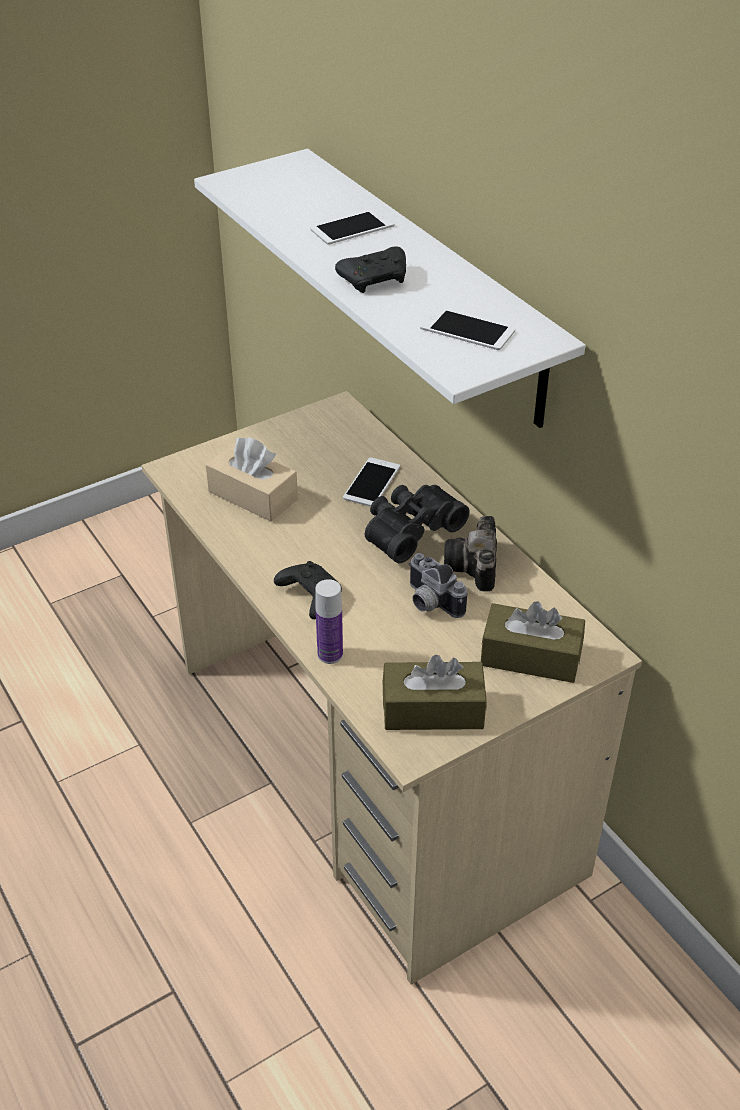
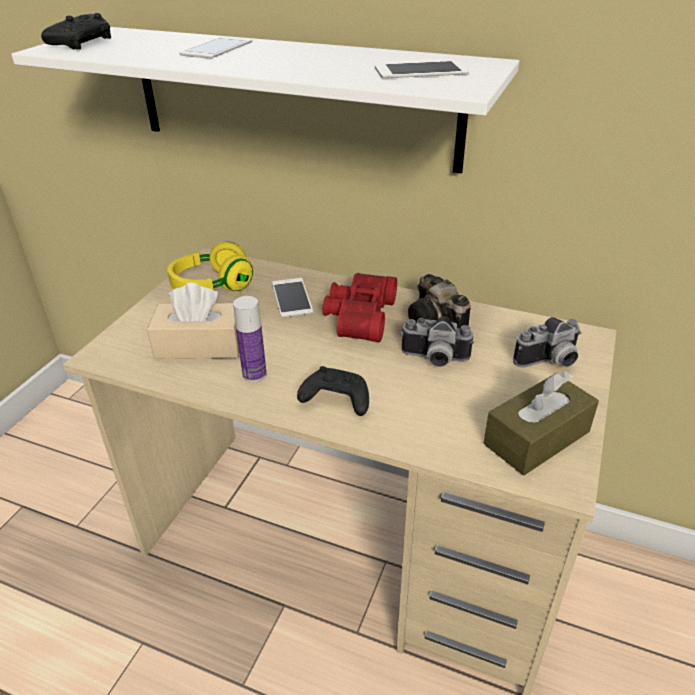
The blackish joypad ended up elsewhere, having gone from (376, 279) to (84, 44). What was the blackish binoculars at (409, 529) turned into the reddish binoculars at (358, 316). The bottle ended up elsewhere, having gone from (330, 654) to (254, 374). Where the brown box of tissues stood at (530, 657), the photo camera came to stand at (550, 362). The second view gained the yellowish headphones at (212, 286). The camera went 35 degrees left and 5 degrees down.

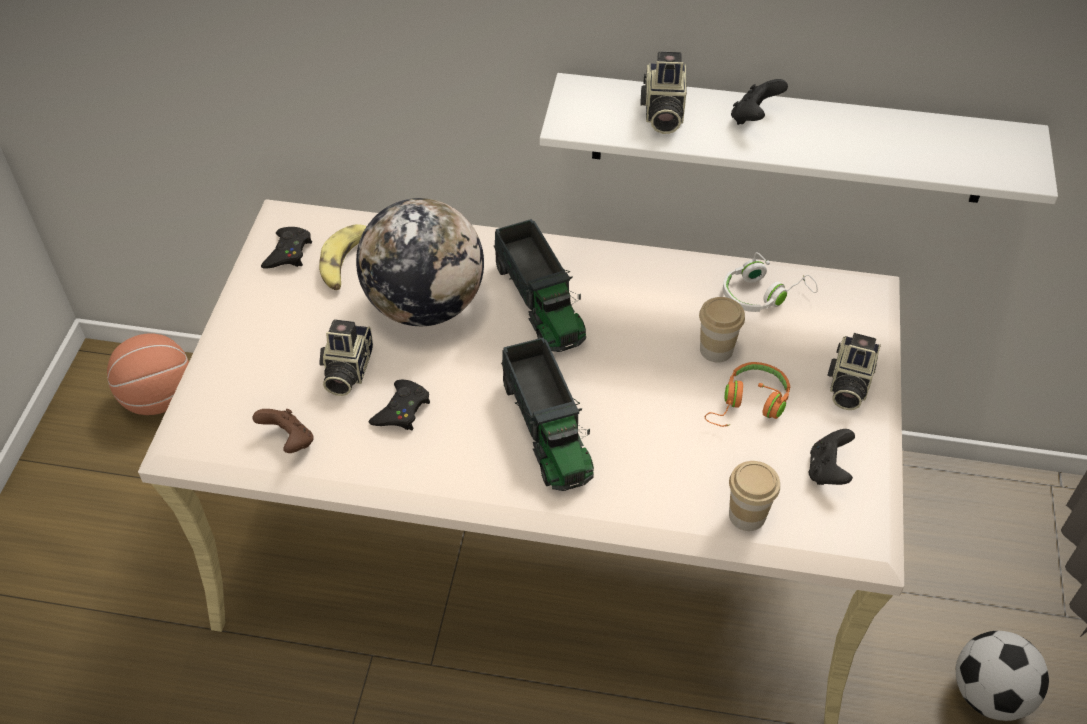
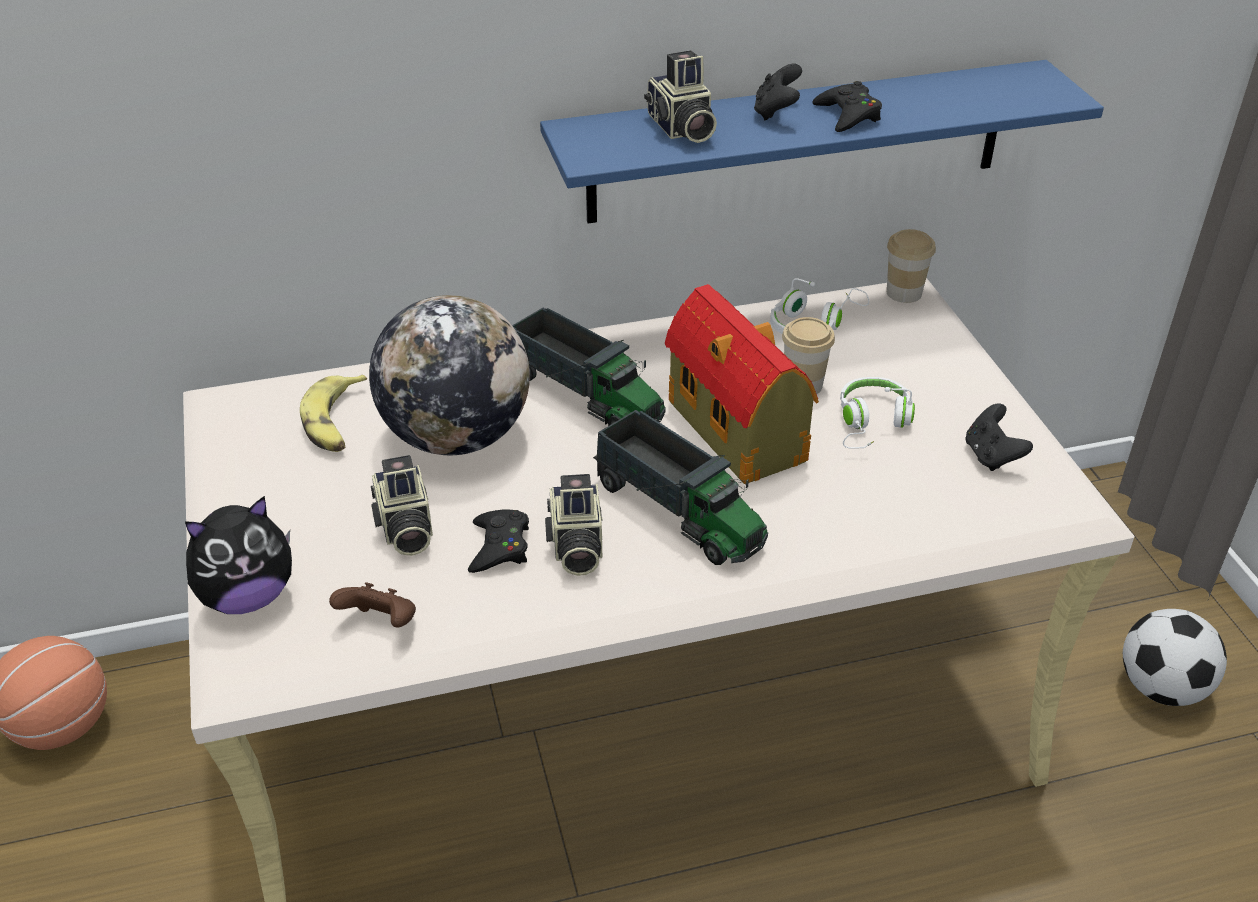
What was the white-coloured shelf at (789, 139) turned into the bluish shelf at (798, 142). The blackish joypad ended up elsewhere, having gone from (288, 252) to (848, 115). The photo camera ended up elsewhere, having gone from (847, 384) to (575, 546). What was the orange headphones at (749, 405) turned into the white-coloured headphones at (872, 423). The cup ended up elsewhere, having gone from (747, 515) to (904, 293). The second view gained the miniature house at (737, 433). The second view gained the plush toy at (247, 596). The camera went 25 degrees left and 10 degrees down.

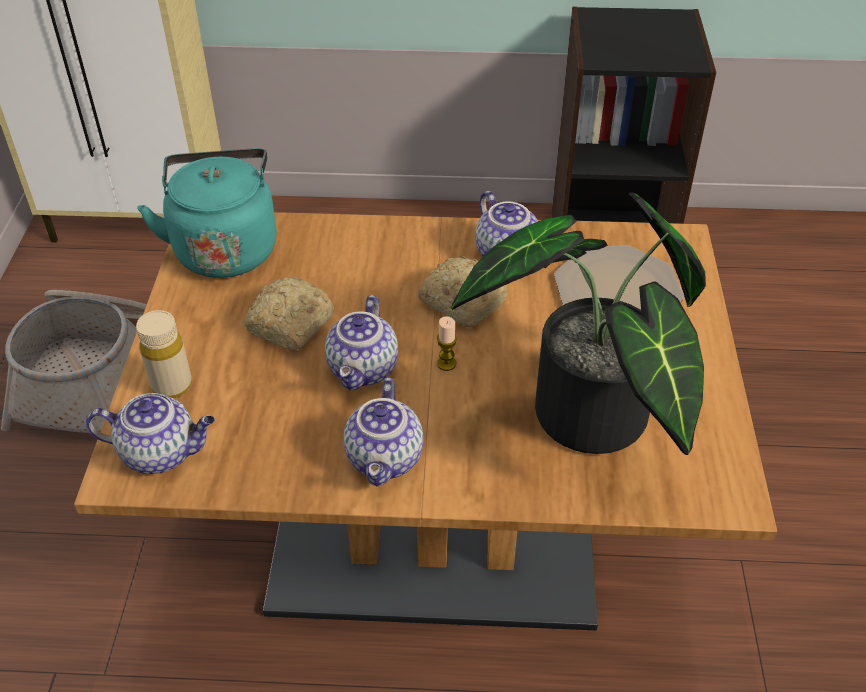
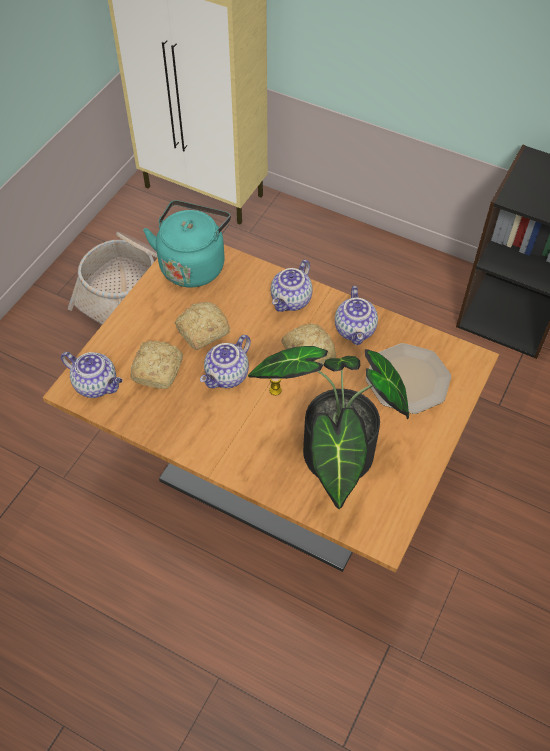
The second view lost the beige-coloured bottle at (172, 385). The teapot ended up elsewhere, having gone from (386, 459) to (291, 301). The second view gained the bakery bread at (158, 369). The camera went 25 degrees right and 10 degrees up.

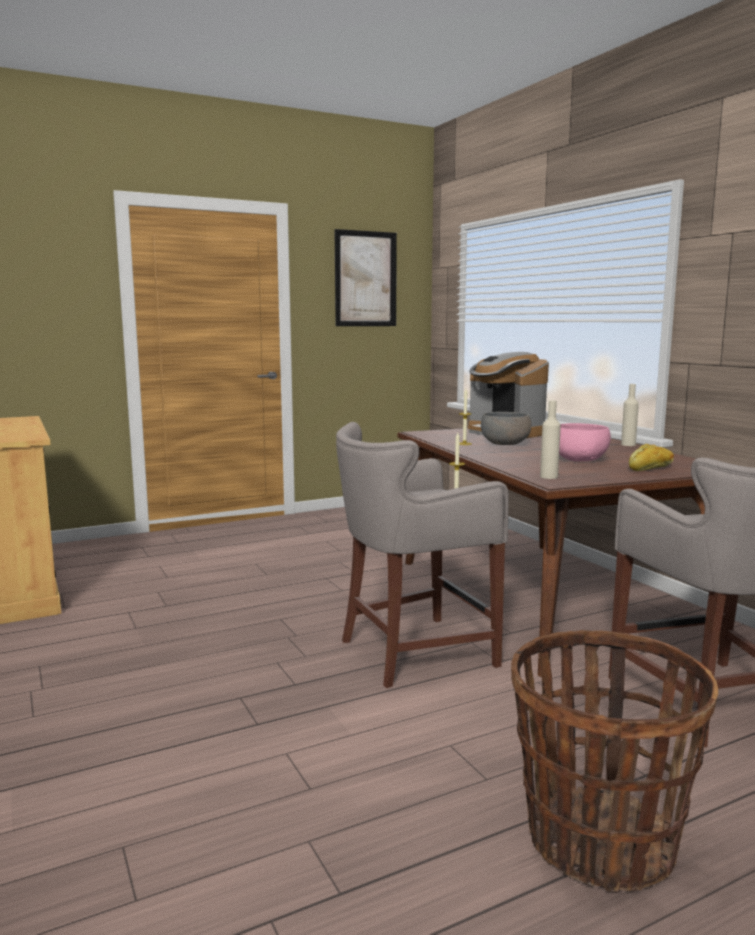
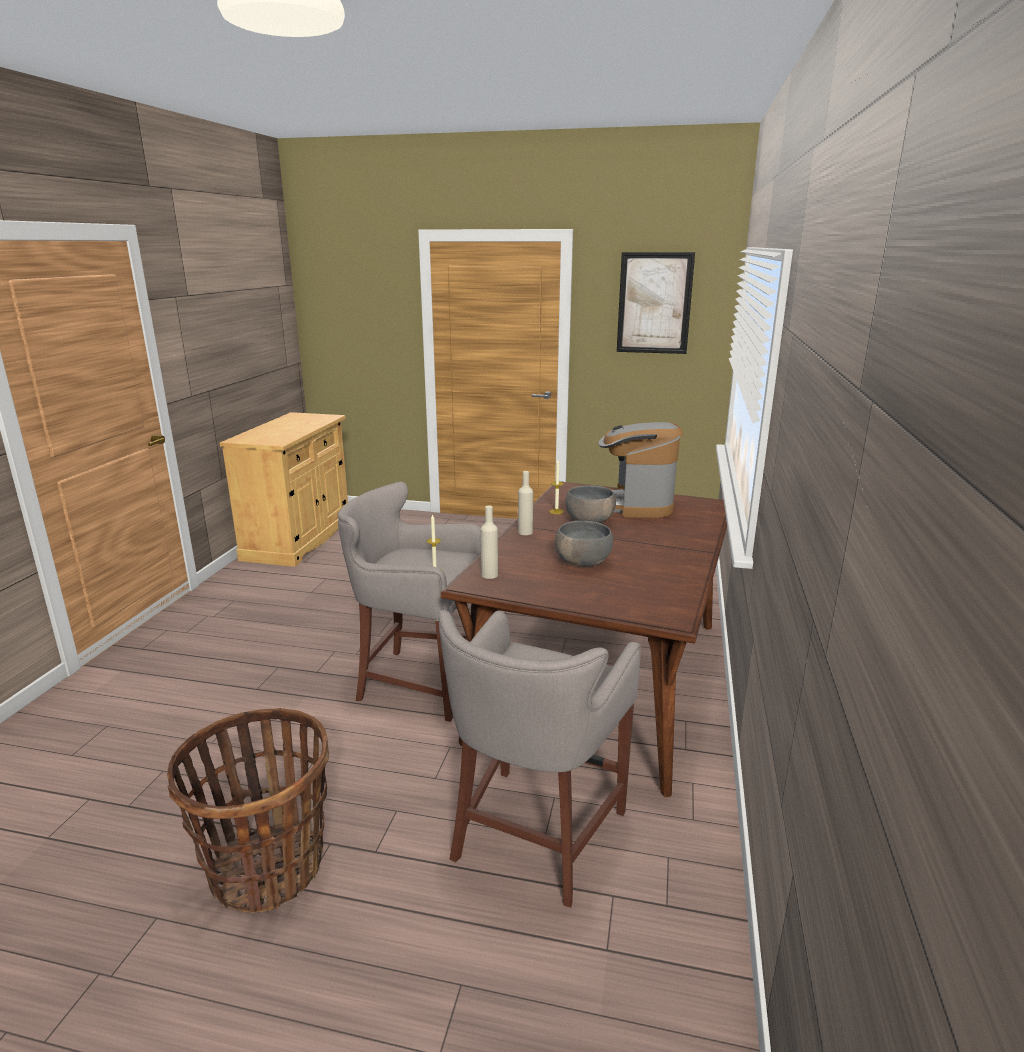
The beige-coloured bottle ended up elsewhere, having gone from (628, 445) to (525, 532). What was the pink-coloured bowl at (579, 460) turned into the greyish bowl at (582, 562). The second view lost the bakery bread at (651, 468). The camera went 40 degrees right and 10 degrees up.

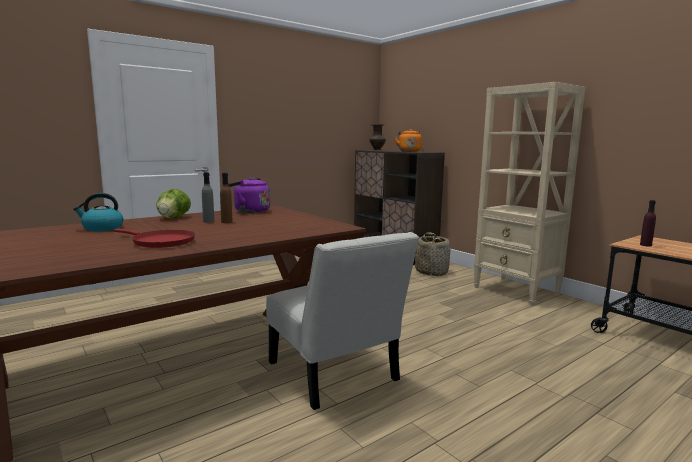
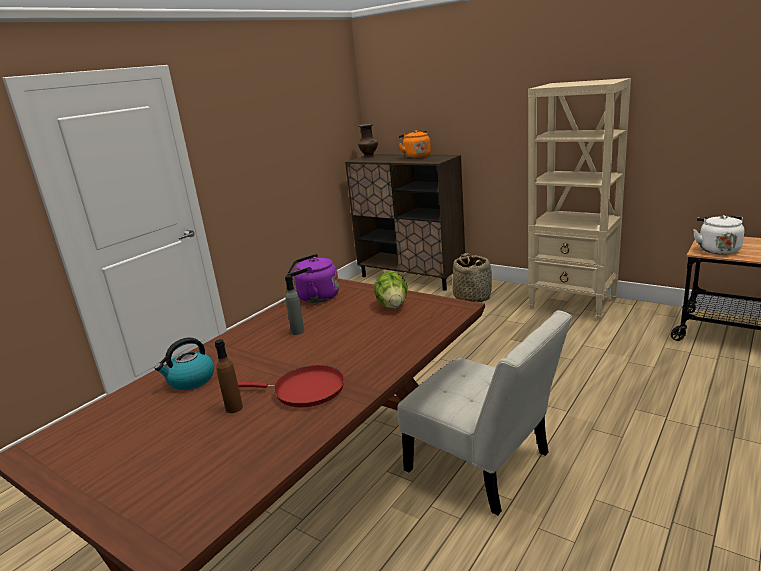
The brown bottle ended up elsewhere, having gone from (226, 222) to (234, 408). The lettuce ended up elsewhere, having gone from (173, 218) to (393, 306). Where the purple-coloured bottle stood at (645, 245), the white-coloured kettle came to stand at (717, 249). The camera went 15 degrees left and 10 degrees up.

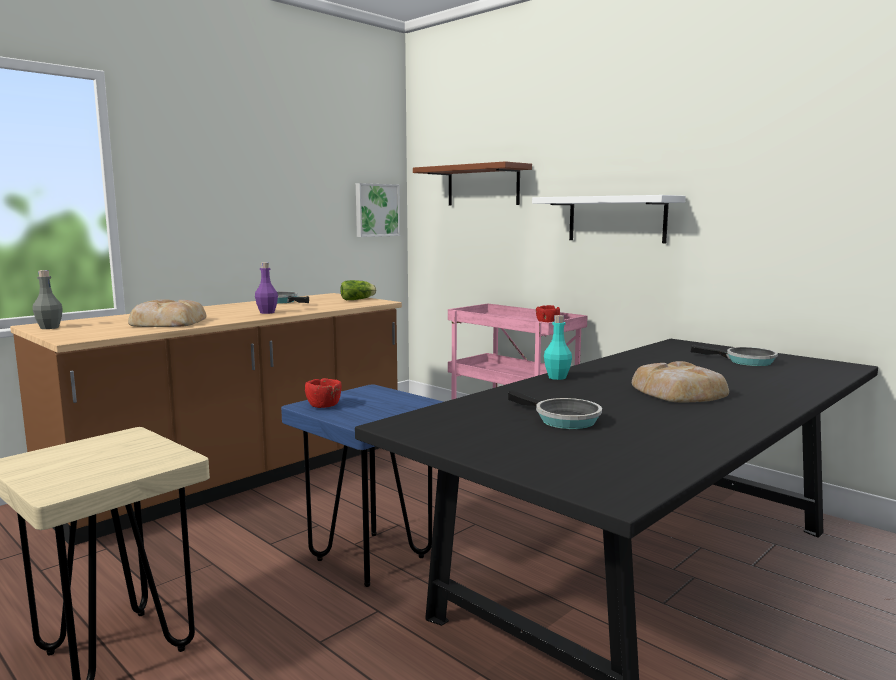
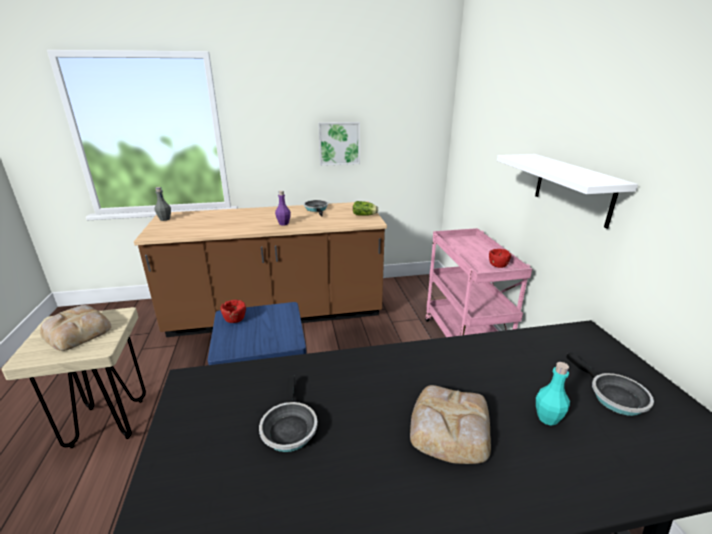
The second view lost the brown shelf at (483, 186). The wall picture ended up elsewhere, having gone from (376, 210) to (339, 143). The bakery bread ended up elsewhere, having gone from (167, 322) to (78, 331). The turquoise bottle ended up elsewhere, having gone from (557, 377) to (547, 418). The camera went 35 degrees right and 15 degrees up.

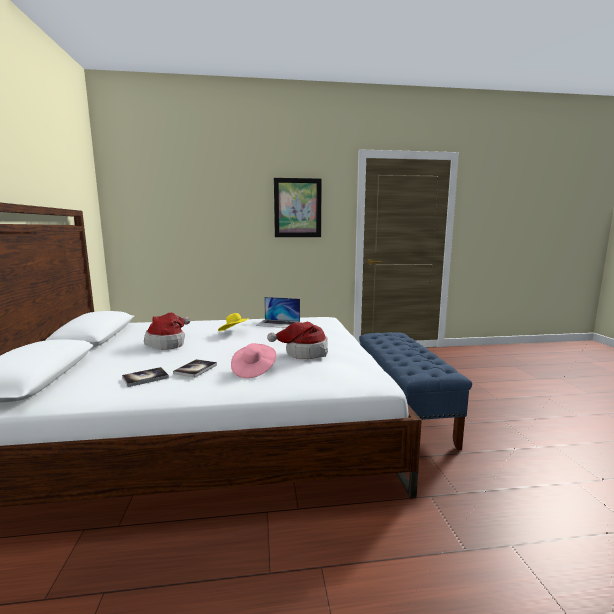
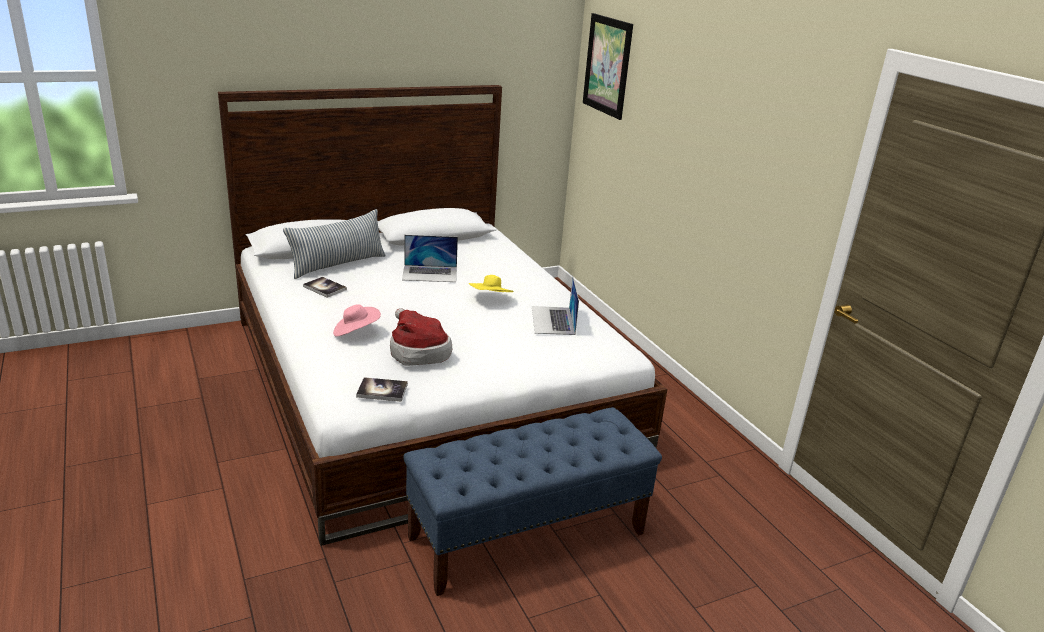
The wall picture ended up elsewhere, having gone from (297, 208) to (607, 65). Where the wearable hat stood at (168, 343), the notebook computer came to stand at (430, 273). The volume ended up elsewhere, having gone from (195, 369) to (382, 390). The second view gained the cushion at (338, 264). The camera went 70 degrees right and 15 degrees up.

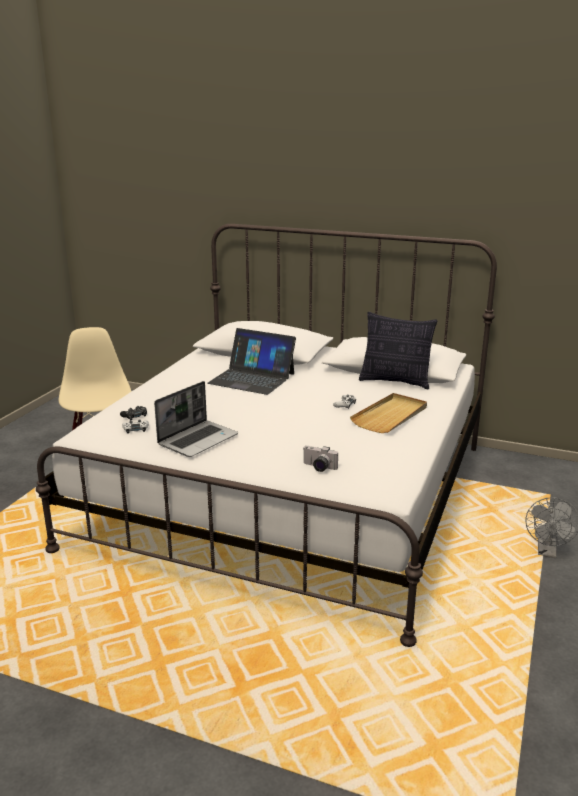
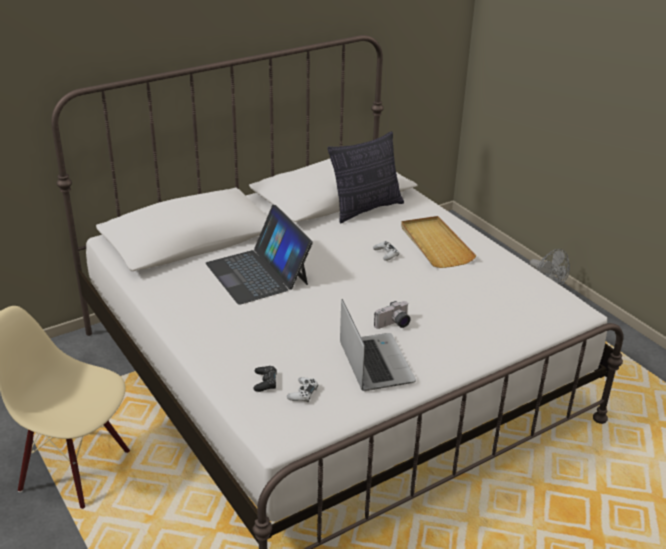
The notebook computer at (252, 378) ended up facing another way, 90 degrees clockwise from before. The photo camera ended up elsewhere, having gone from (318, 467) to (394, 325). The camera went 55 degrees left and 10 degrees up.

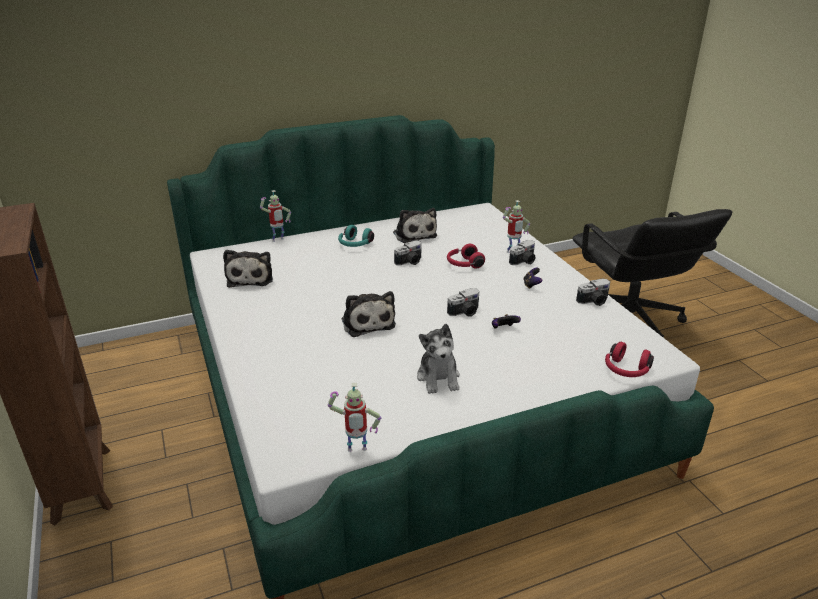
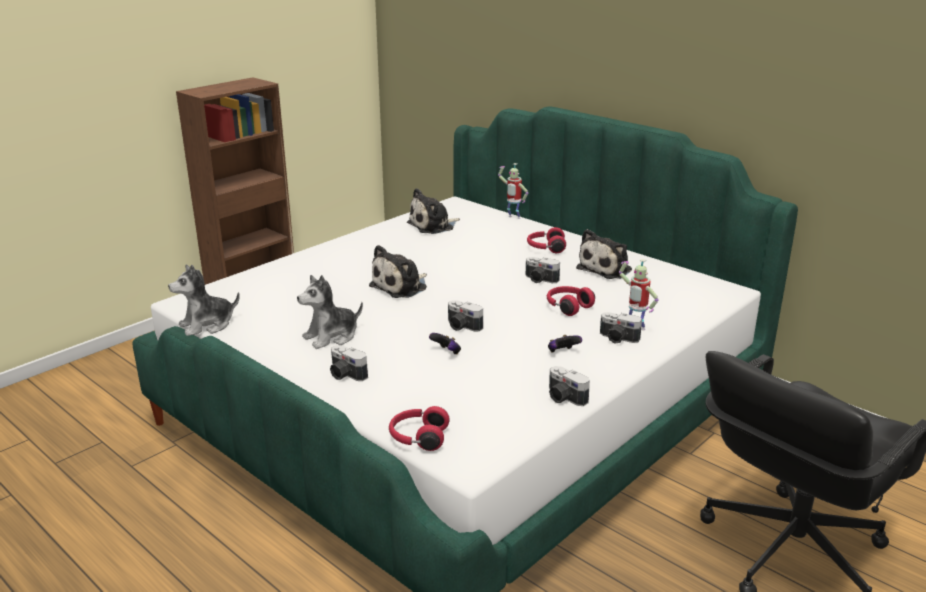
What was the turquoise headphones at (355, 244) turned into the reddish headphones at (545, 248). Where the robot figure stood at (356, 451), the plush toy came to stand at (207, 325). The second view gained the photo camera at (345, 375). The camera went 65 degrees right and 5 degrees down.

